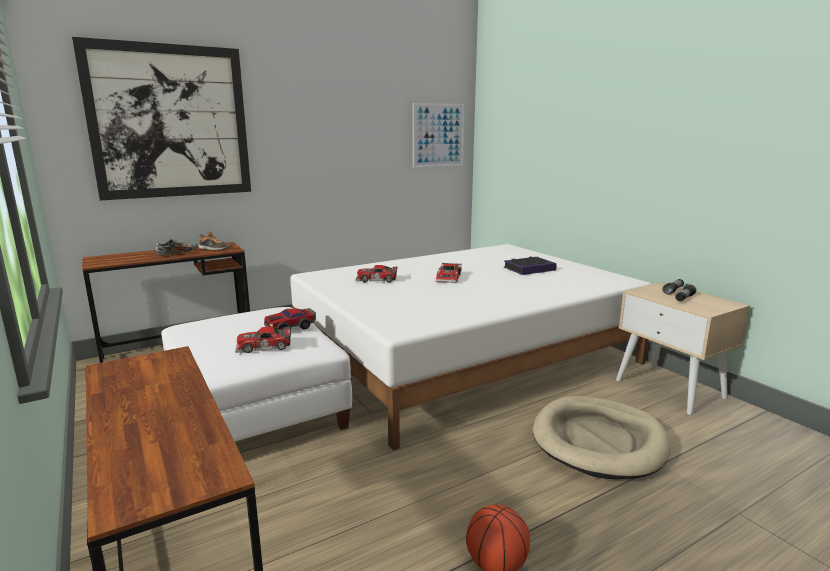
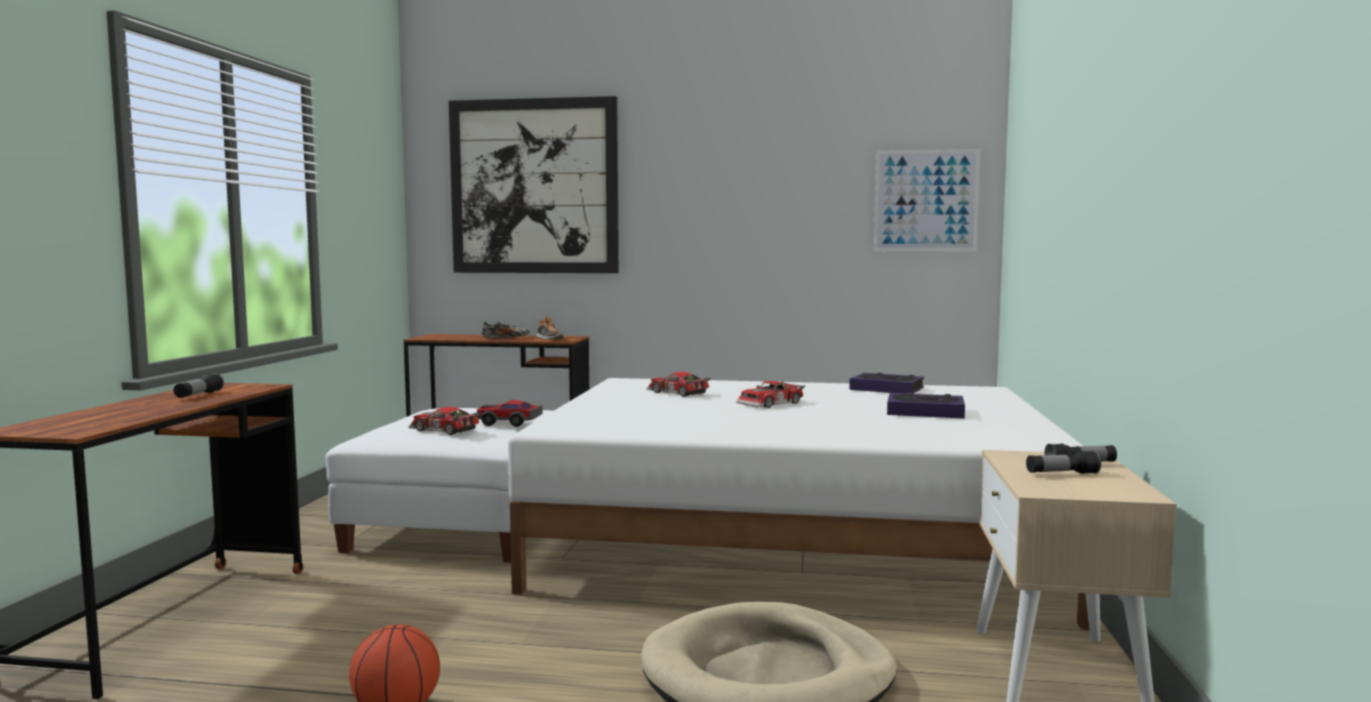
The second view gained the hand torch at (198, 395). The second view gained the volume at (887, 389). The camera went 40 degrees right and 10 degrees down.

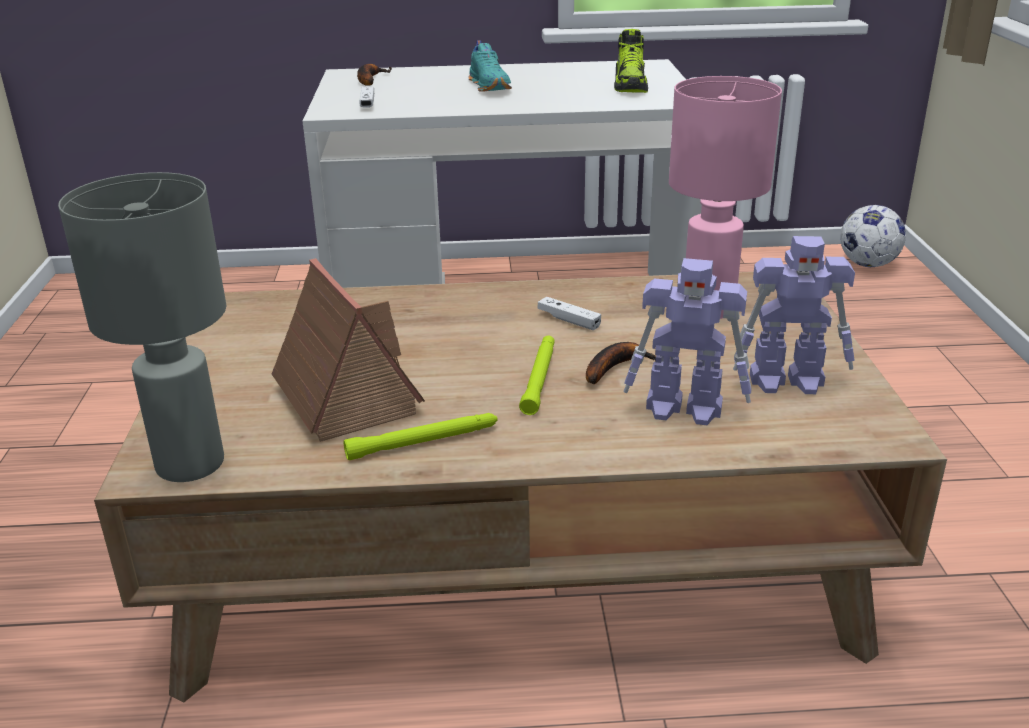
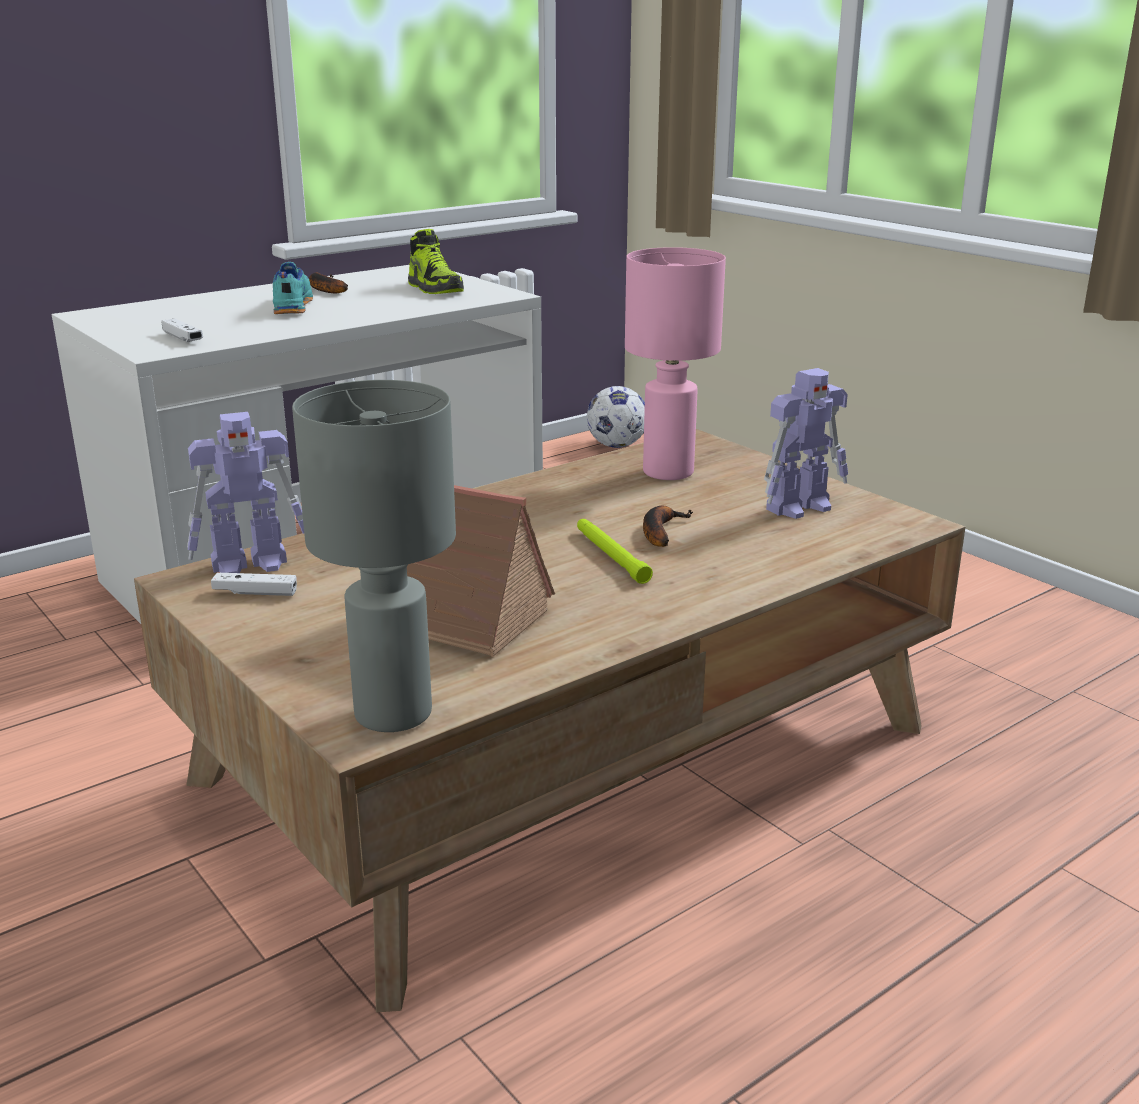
The turquoise shoe at (490, 86) ended up facing another way, 135 degrees counterclockwise from before. The banana fruit ended up elsewhere, having gone from (369, 80) to (324, 289). The robot figure ended up elsewhere, having gone from (686, 409) to (252, 564). The white-coloured joypad ended up elsewhere, having gone from (568, 320) to (255, 593). The second view lost the green-coloured hand torch at (423, 442). The camera went 35 degrees left and 5 degrees down.

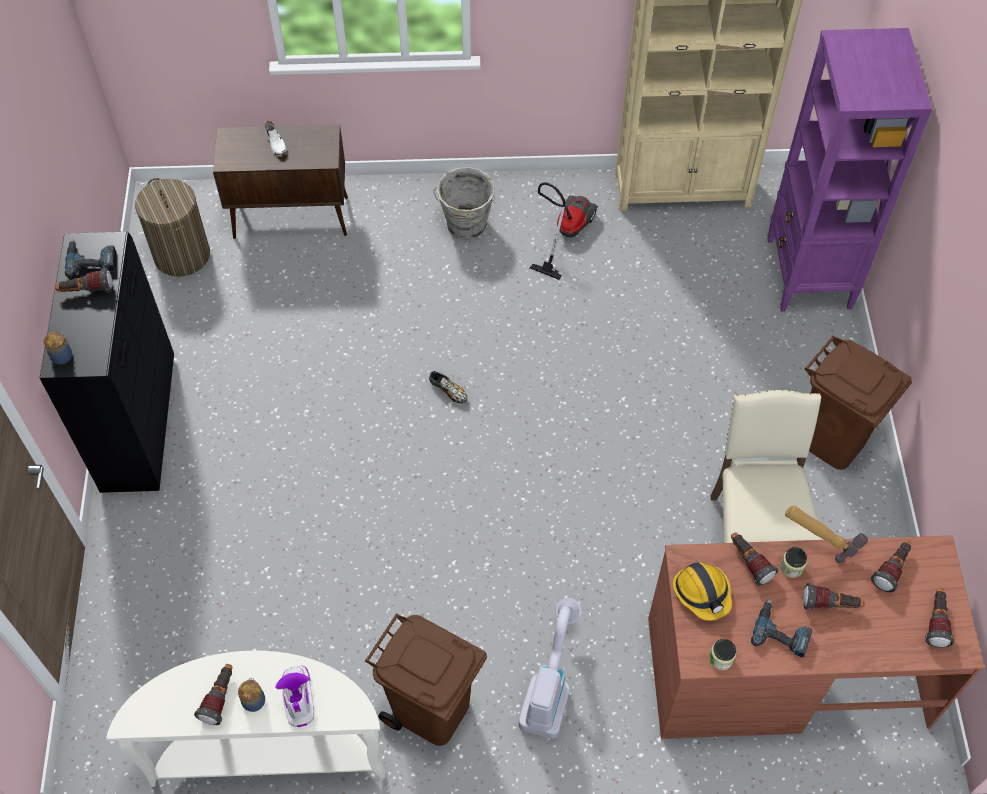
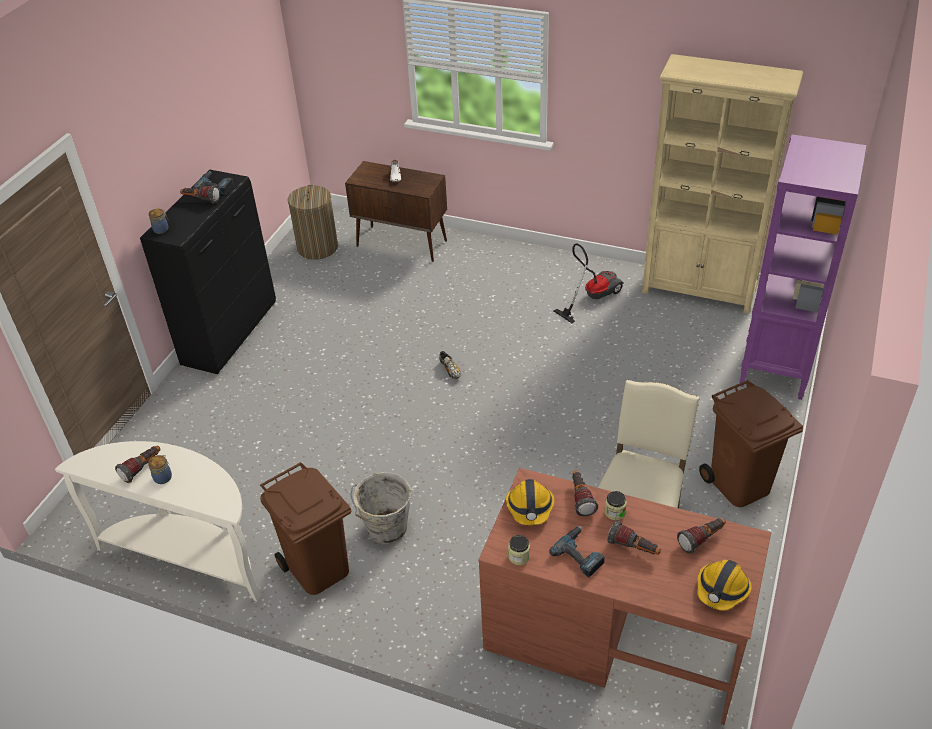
The greyish pail ended up elsewhere, having gone from (466, 226) to (386, 530). The second view lost the tool hammer at (818, 545). Where the hand torch stood at (936, 622), the work helmet came to stand at (722, 589). The second view lost the vacuum at (549, 686). The second view lost the boot at (298, 698). The camera went 25 degrees right and 15 degrees down.

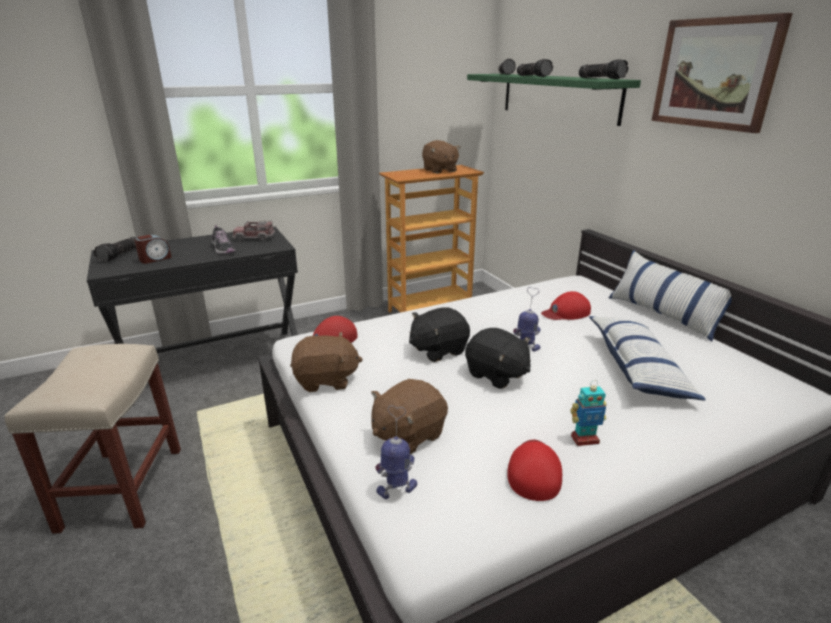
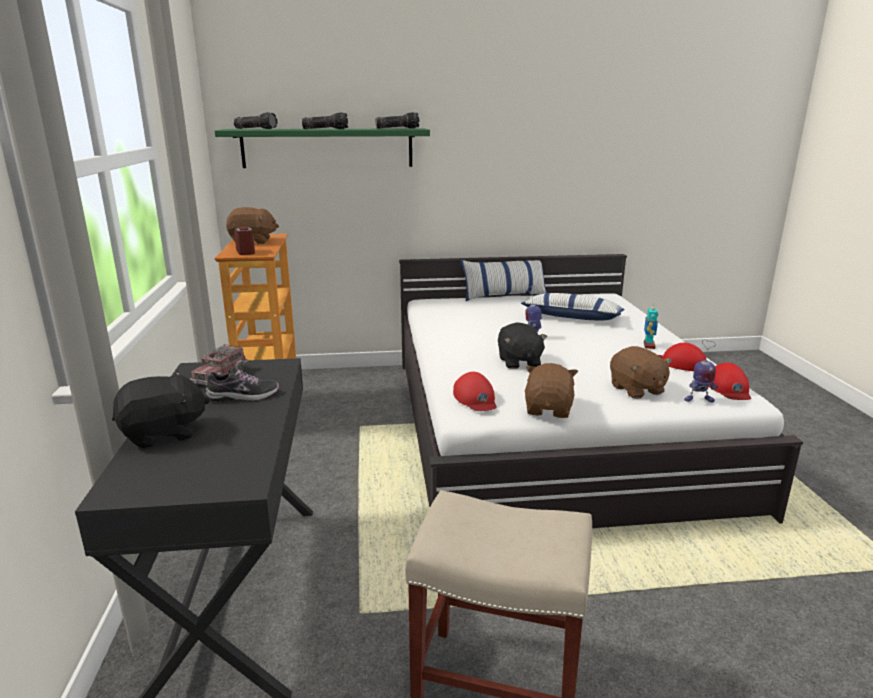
The second view lost the wall picture at (715, 73). The table clock ended up elsewhere, having gone from (155, 259) to (246, 252). The second view lost the hand torch at (121, 255). The reddish peaked cap ended up elsewhere, having gone from (566, 312) to (728, 388). The blackish plush toy ended up elsewhere, having gone from (496, 375) to (163, 433). The robot figure at (397, 489) ended up facing another way, 90 degrees counterclockwise from before. The camera went 70 degrees left and 5 degrees down.

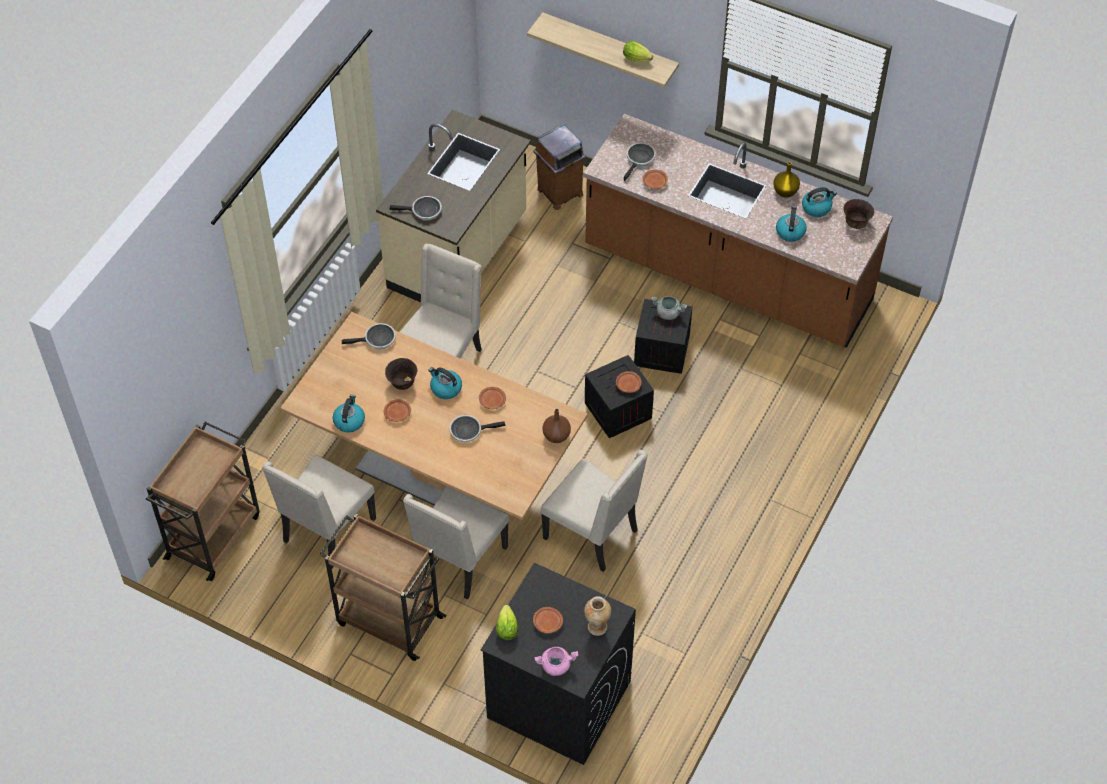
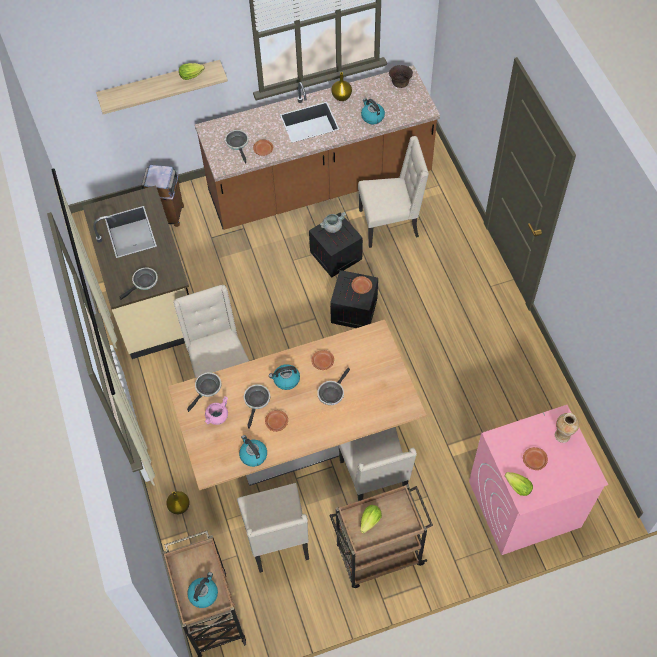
The kettle ended up elsewhere, having gone from (817, 207) to (203, 593). Where the brown bowl stood at (402, 384), the frying pan came to stand at (257, 401). The second view lost the brown vase at (556, 436). The beige-coloured upright chair ended up elsewhere, having gone from (593, 534) to (390, 224). What was the blackish laundry appliance at (558, 699) turned into the pink-coloured laundry appliance at (523, 504). The pink-coloured cooking pot ended up elsewhere, having gone from (556, 665) to (217, 416). The second view gained the yellowish vase at (179, 506). The second view gained the lettuce at (369, 523). The camera went 45 degrees left and 5 degrees up.

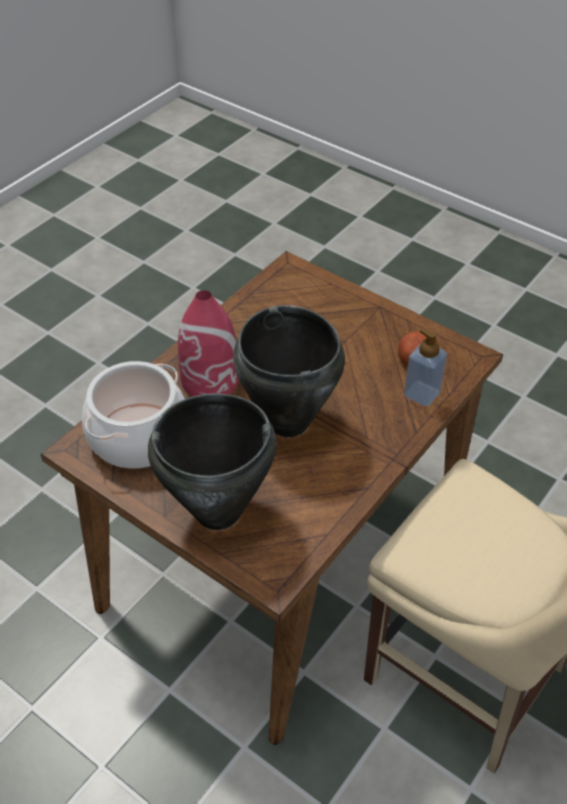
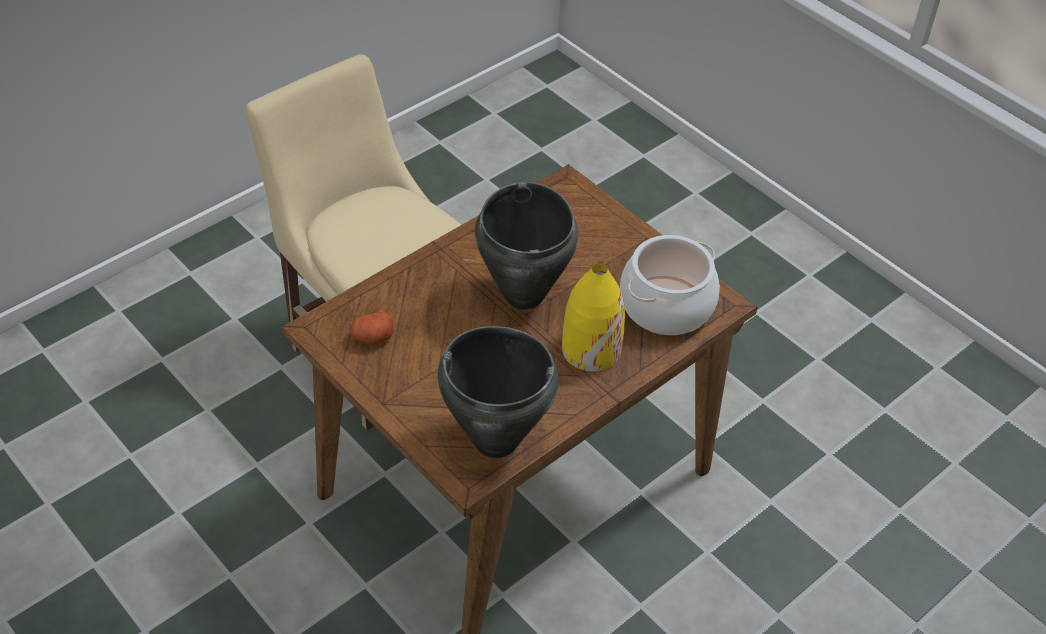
What was the reddish vase at (210, 379) turned into the yellowish vase at (590, 349). The second view lost the liquid soap bottle at (421, 394). The blackish cooking pot ended up elsewhere, having gone from (219, 512) to (495, 439). The camera went 170 degrees left and 0 degrees up.

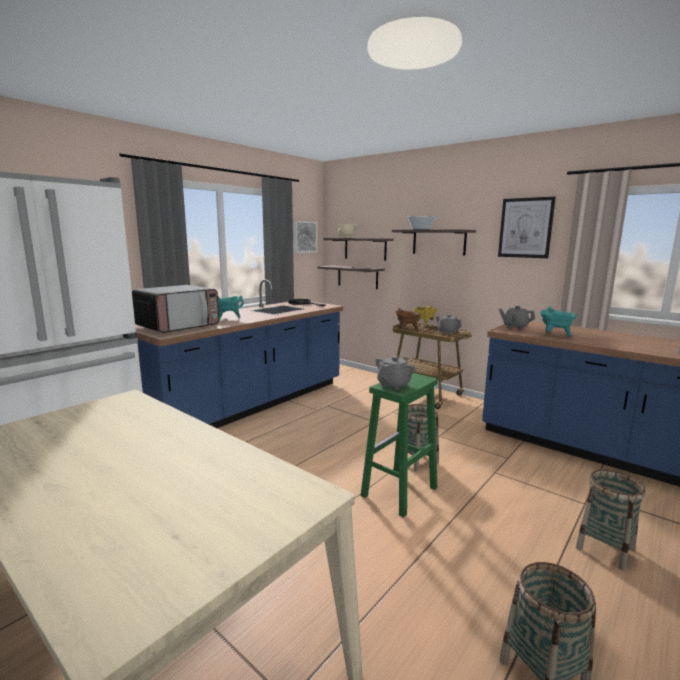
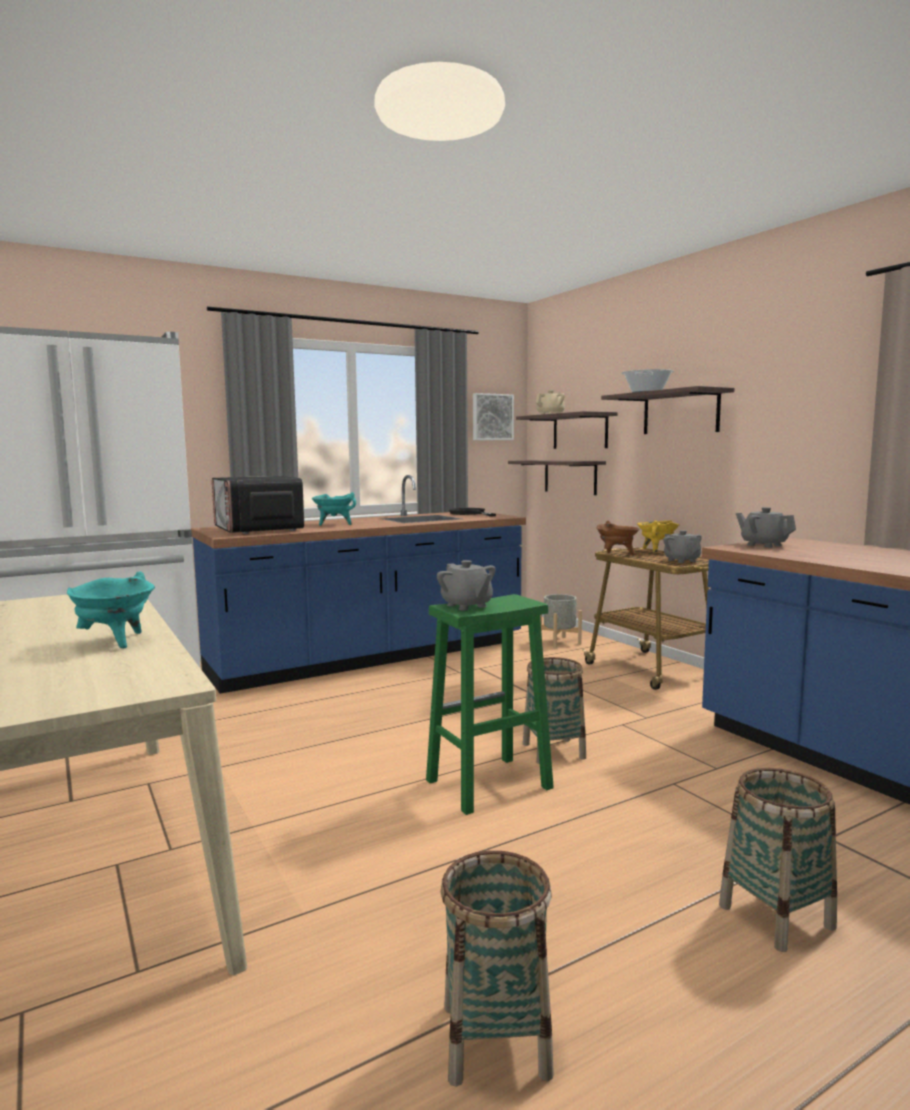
The second view lost the wall picture at (525, 228). The kitchen microwave at (178, 326) ended up facing another way, 90 degrees clockwise from before. The turquoise cooking pot ended up elsewhere, having gone from (555, 335) to (115, 642). The greyish teapot at (394, 385) ended up facing another way, 90 degrees clockwise from before. The second view gained the greyish plant pot at (559, 642). The camera went 20 degrees right and 5 degrees down.

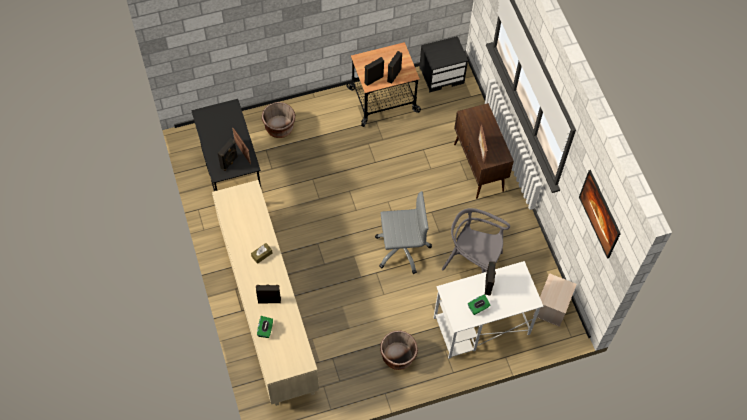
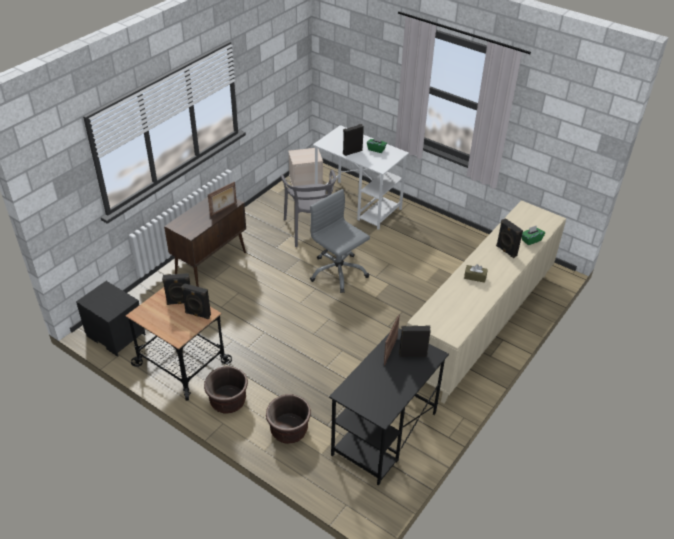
The second view lost the wall picture at (597, 220). The brown plant pot ended up elsewhere, having gone from (397, 356) to (228, 401). The camera went 125 degrees left and 20 degrees down.

